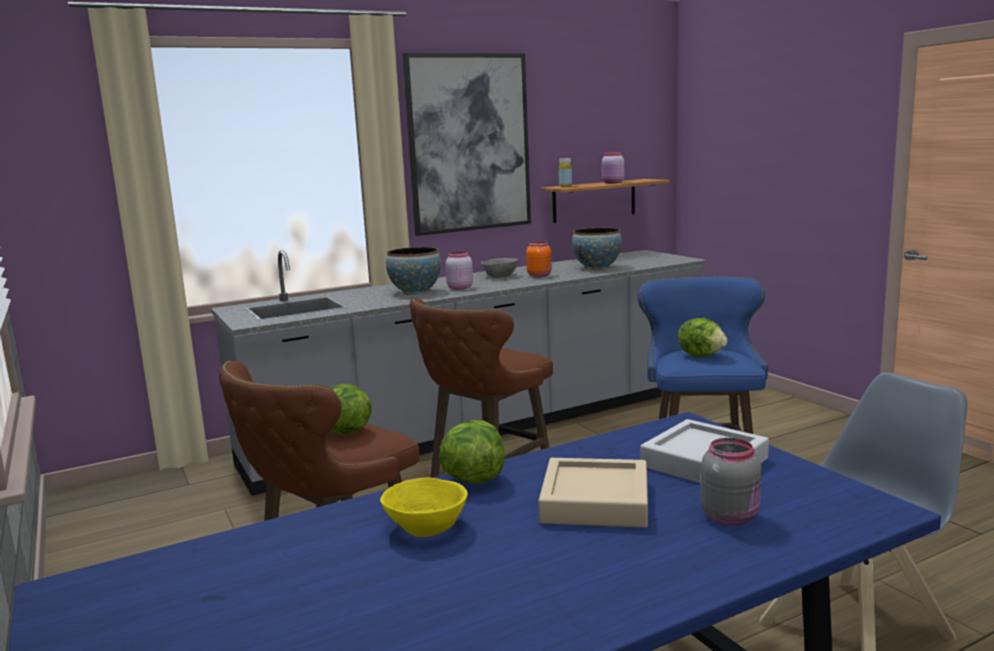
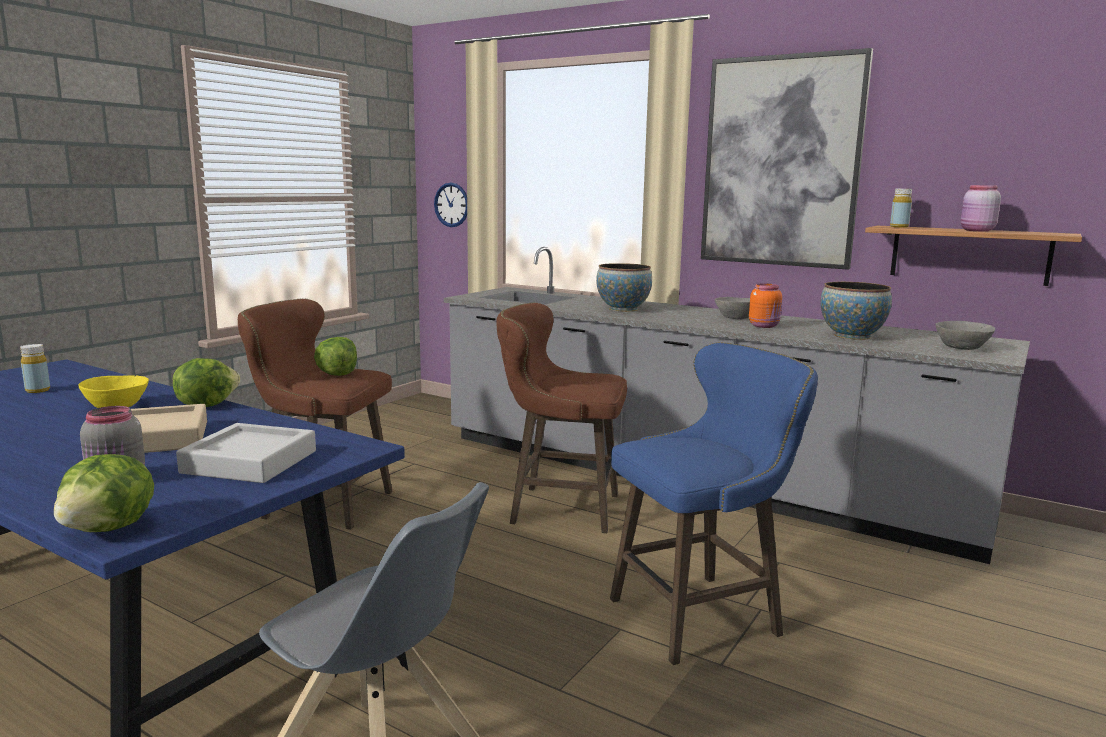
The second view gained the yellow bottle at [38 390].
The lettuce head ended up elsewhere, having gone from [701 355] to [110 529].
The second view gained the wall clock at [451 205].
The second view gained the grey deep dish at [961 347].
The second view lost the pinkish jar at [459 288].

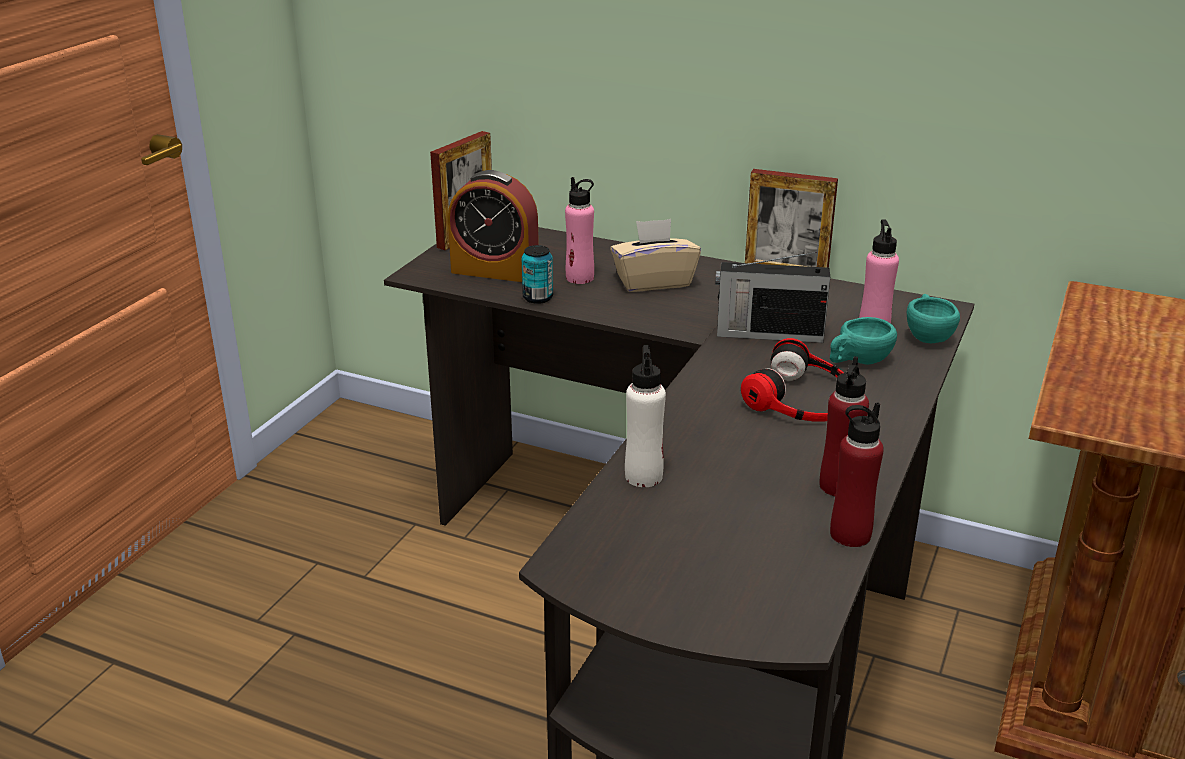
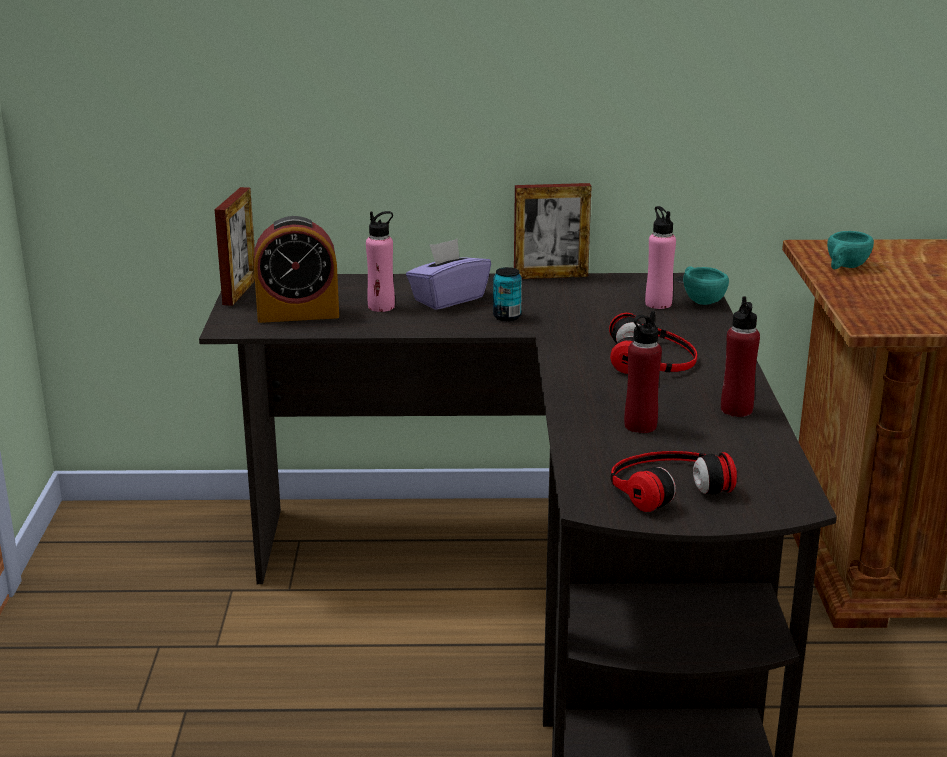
What was the beige-coloured box of tissues at [653 282] turned into the purple-coloured box of tissues at [448 299].
The can ended up elsewhere, having gone from [537 298] to [507 316].
The second view gained the headphones at [665 485].
The red-coloured bottle ended up elsewhere, having gone from [850 534] to [640 426].
The turquoise-coloured drinking cup ended up elsewhere, having gone from [858 361] to [844 267].
The second view lost the whitish bottle at [643 476].
The second view lost the radio at [767 334].

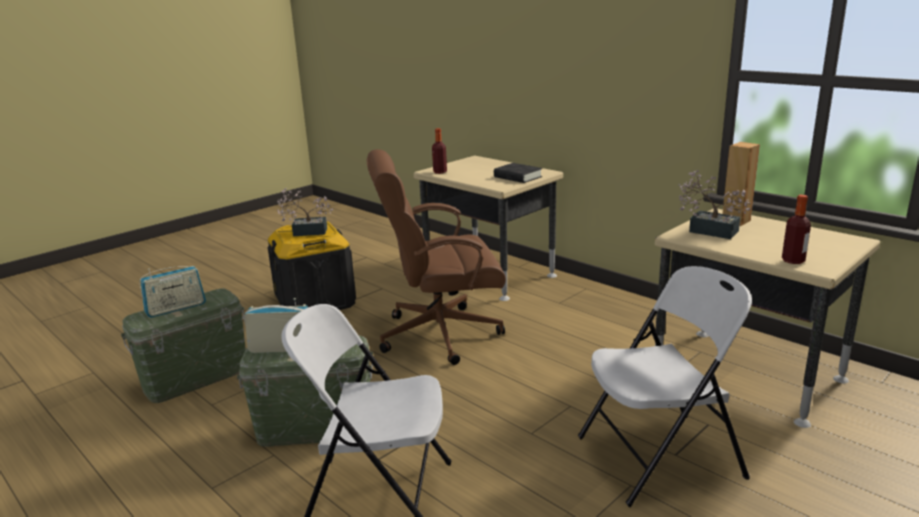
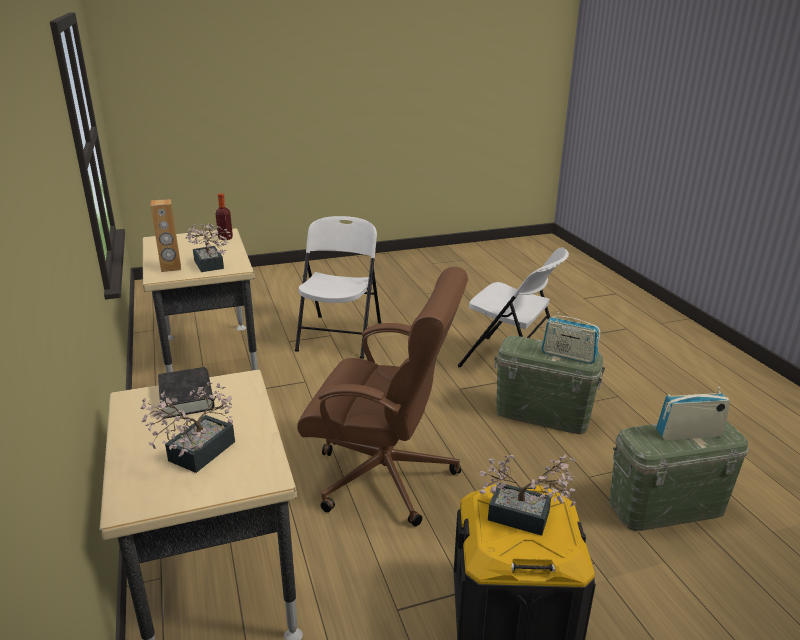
The second view gained the plant in a pot at [196 455].
The whitish plain chair at [659 457] ended up facing another way, 90 degrees clockwise from before.
The second view lost the bottle at [440 172].

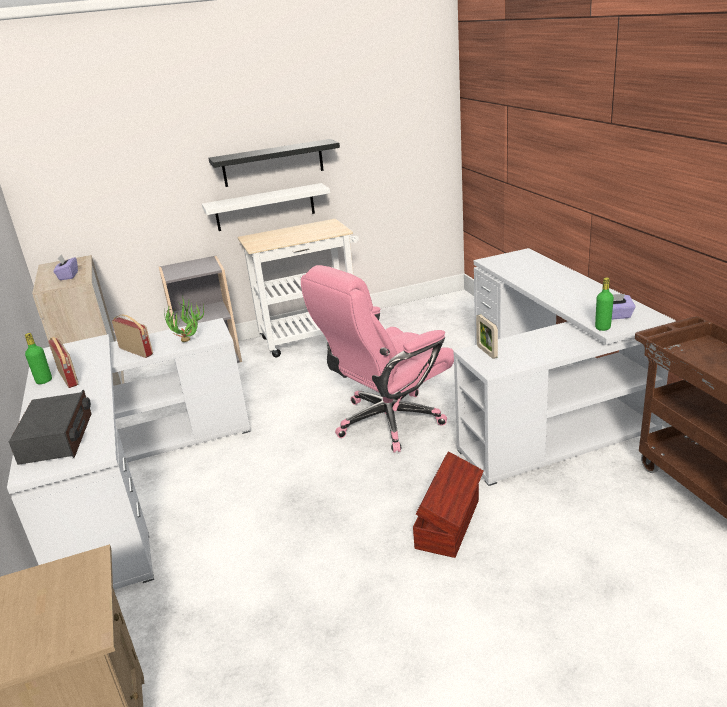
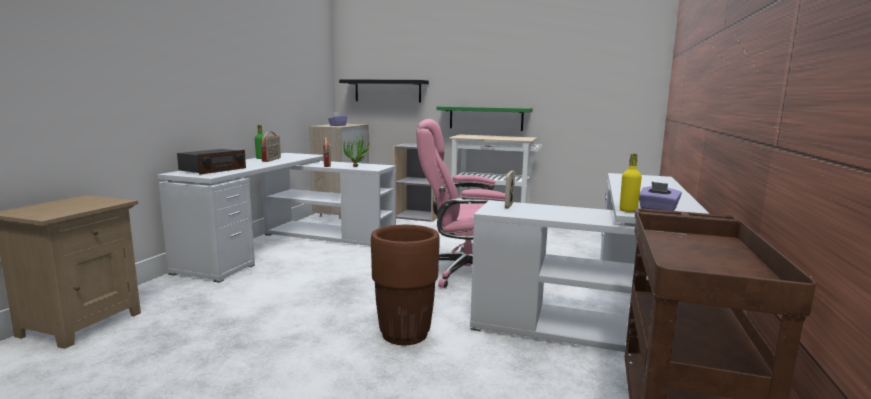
The black-coloured shelf ended up elsewhere, having gone from [273 163] to [387 91].
Where the brown storage bin stood at [449 523], the brown flower pot came to stand at [405 334].
What was the whitish shelf at [265 207] turned into the green-coloured shelf at [486 118].
What was the green-coloured bottle at [602 328] turned into the yellow bottle at [628 211].

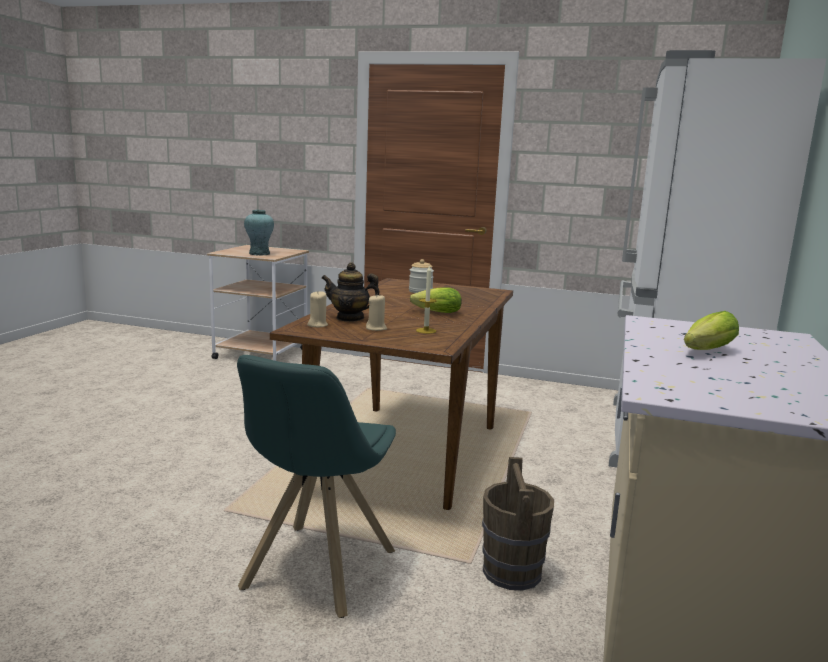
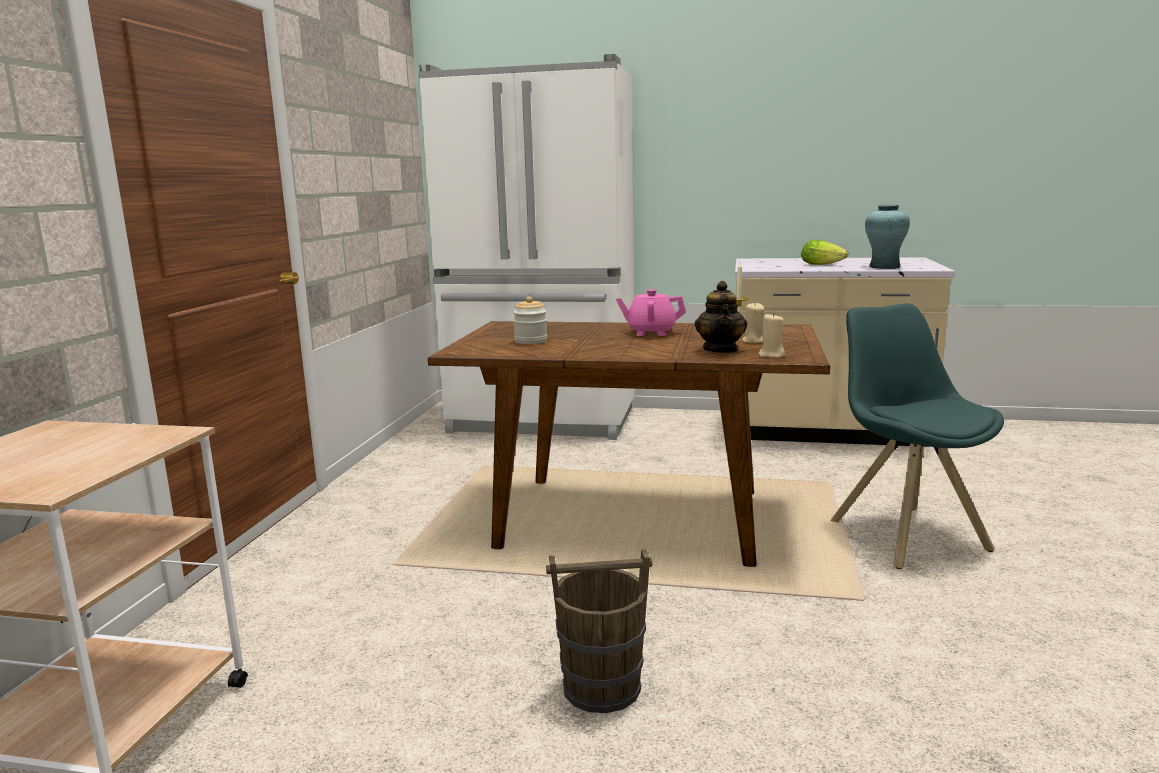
The brown bucket ended up elsewhere, having gone from [512 571] to [600 687].
Where the lettuce head stood at [434 312], the pinkish pot for tea came to stand at [650 333].
The turquoise-coloured plain chair at [317 569] ended up facing another way, 120 degrees counterclockwise from before.
The turquoise-coloured flower vase ended up elsewhere, having gone from [259 254] to [884 267].

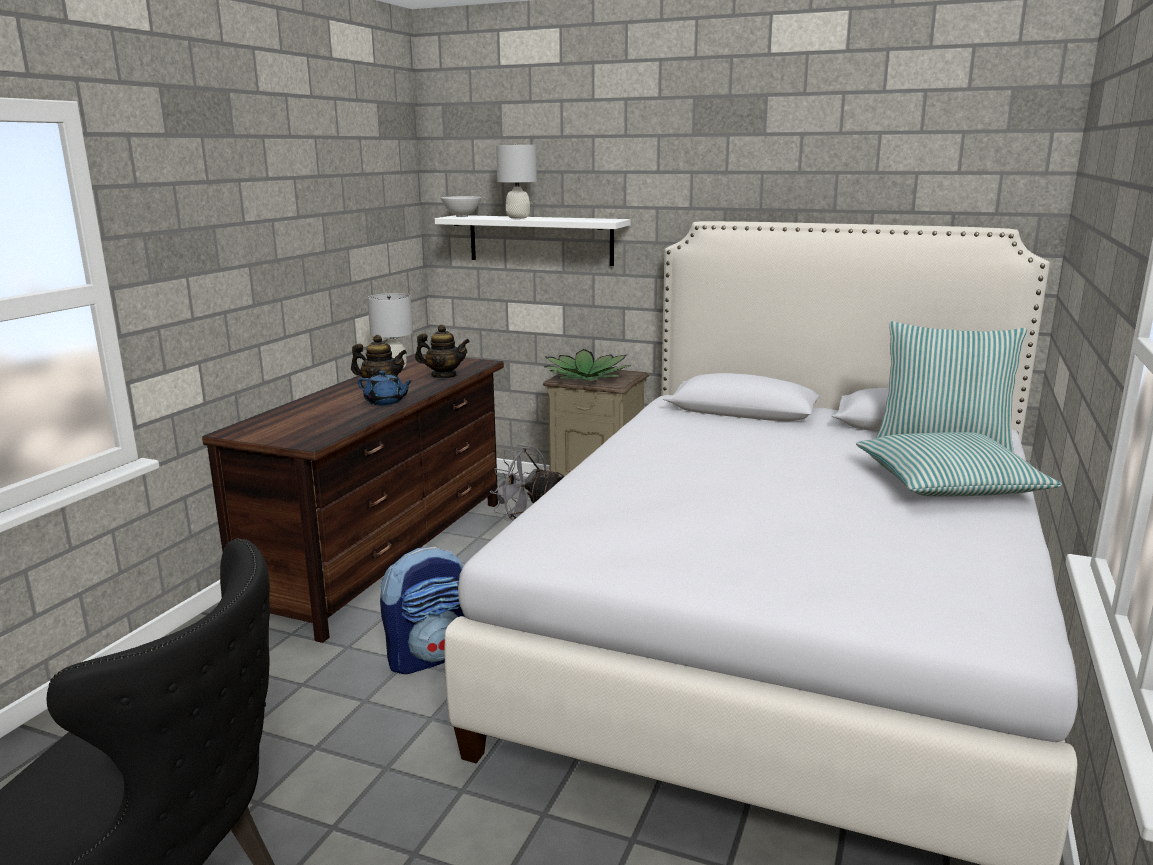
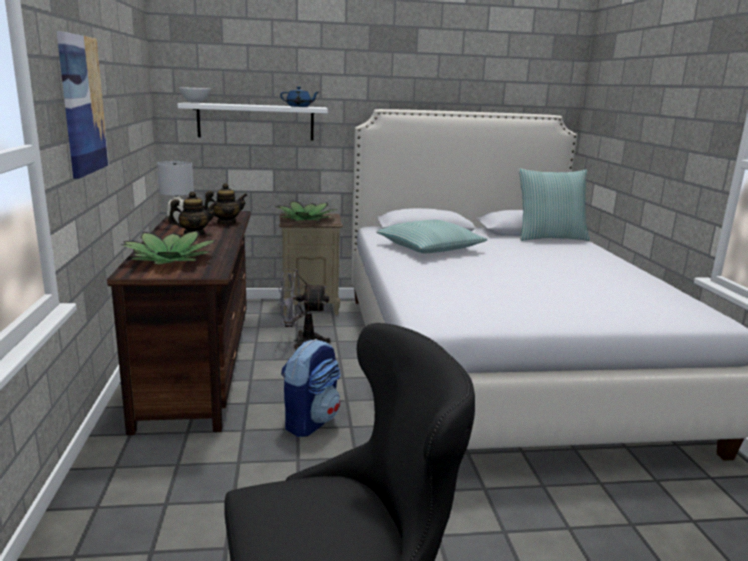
The second view gained the wall art at [82 105].
The second view gained the plant in a pot at [170 259].
The blue pot for tea ended up elsewhere, having gone from [386 402] to [299 106].
The throw pillow ended up elsewhere, having gone from [948 484] to [429 248].
The second view lost the grey tabletop lamp at [519 218].

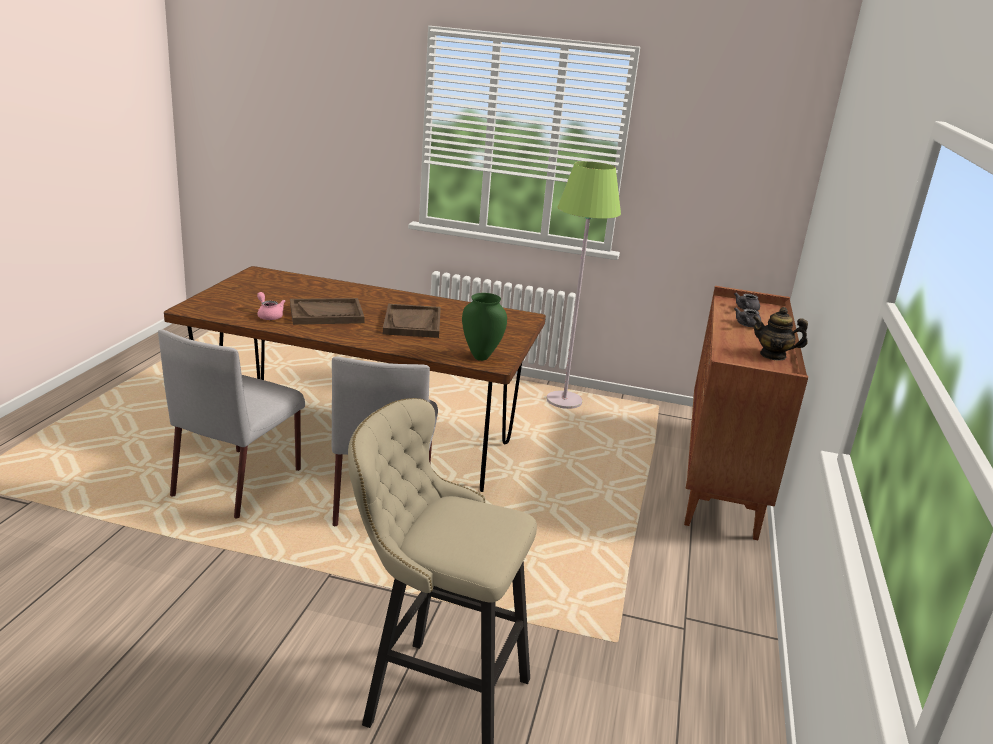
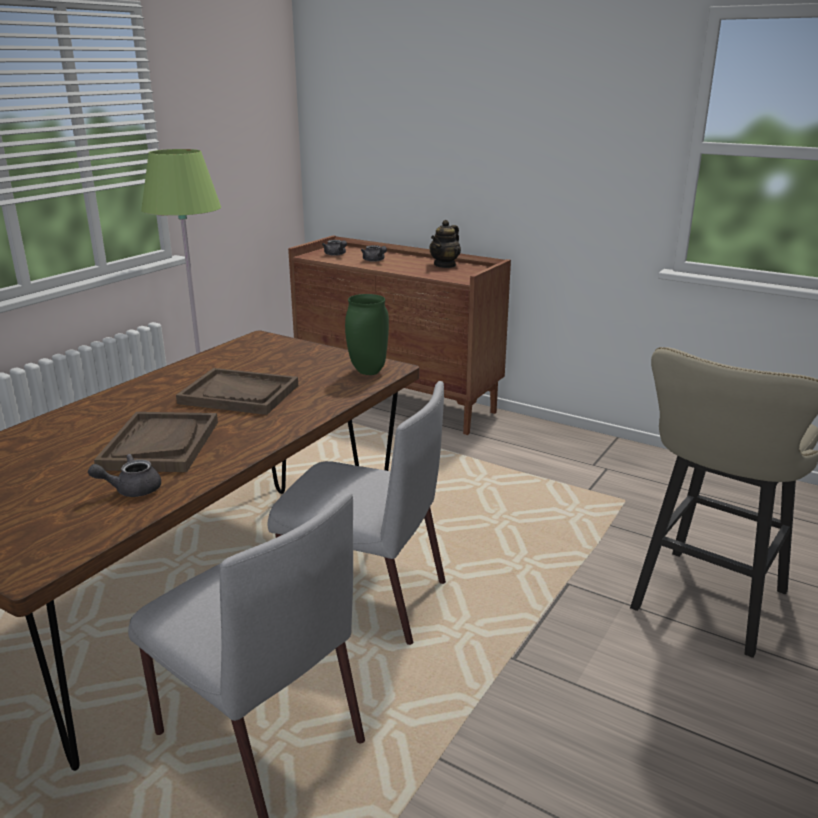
What was the pinkish pot for tea at [269 315] turned into the grey pot for tea at [131 489].

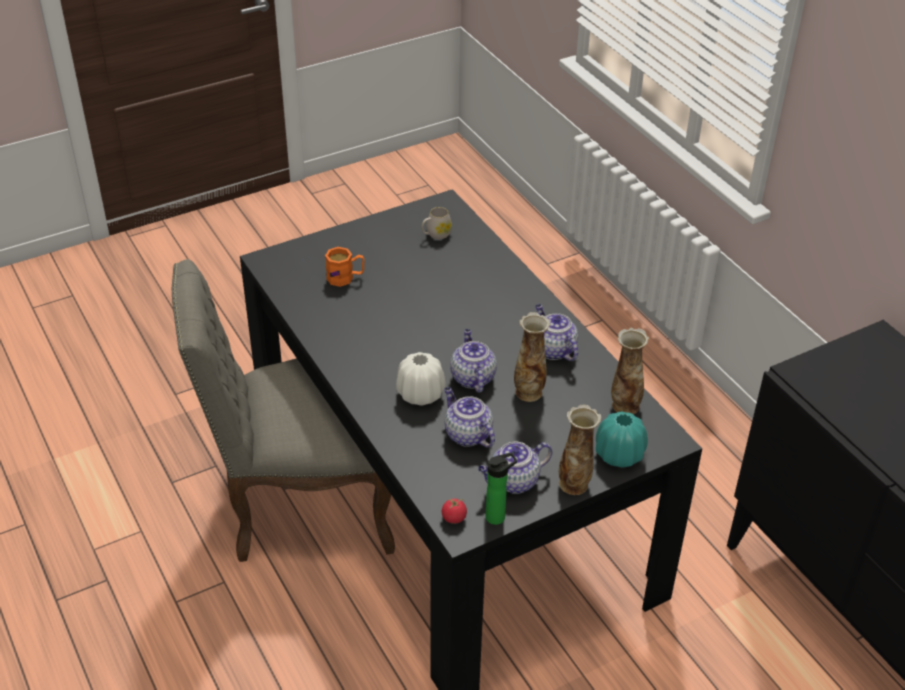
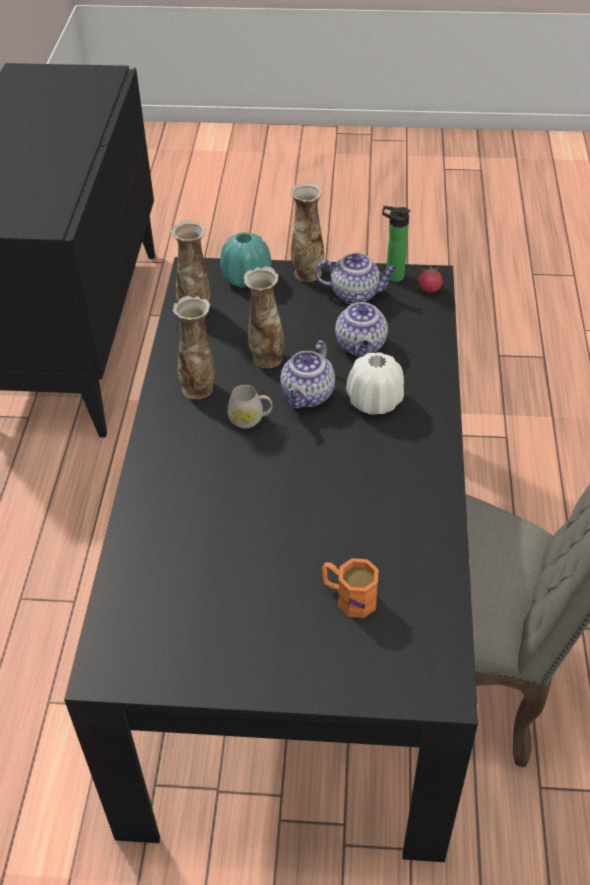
Where the pot for tea stood at [553 349], the flower vase came to stand at [198 388].
The whitish coffee mug ended up elsewhere, having gone from [436 234] to [250 419].

